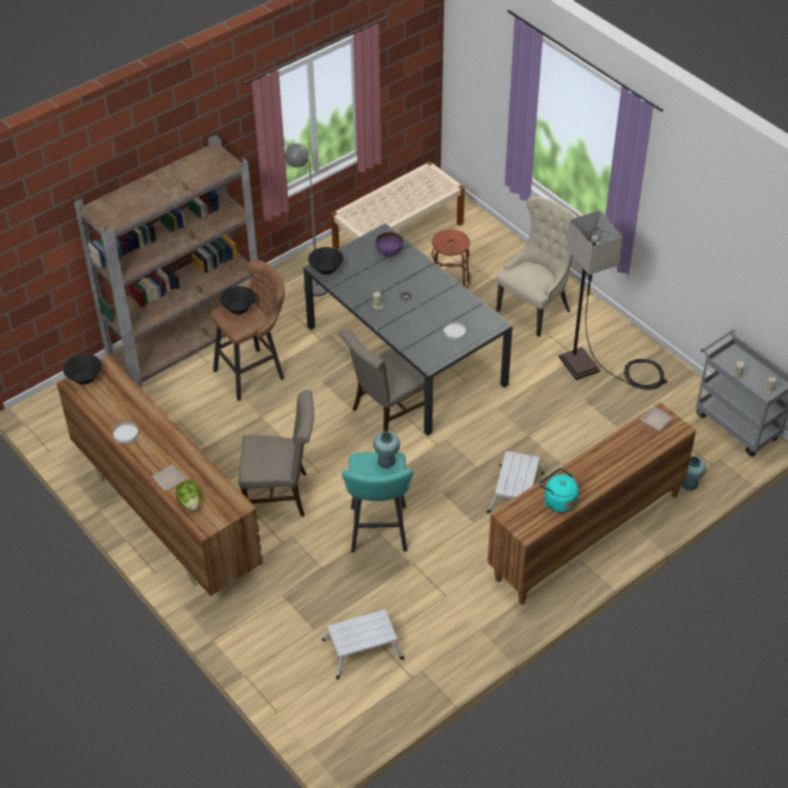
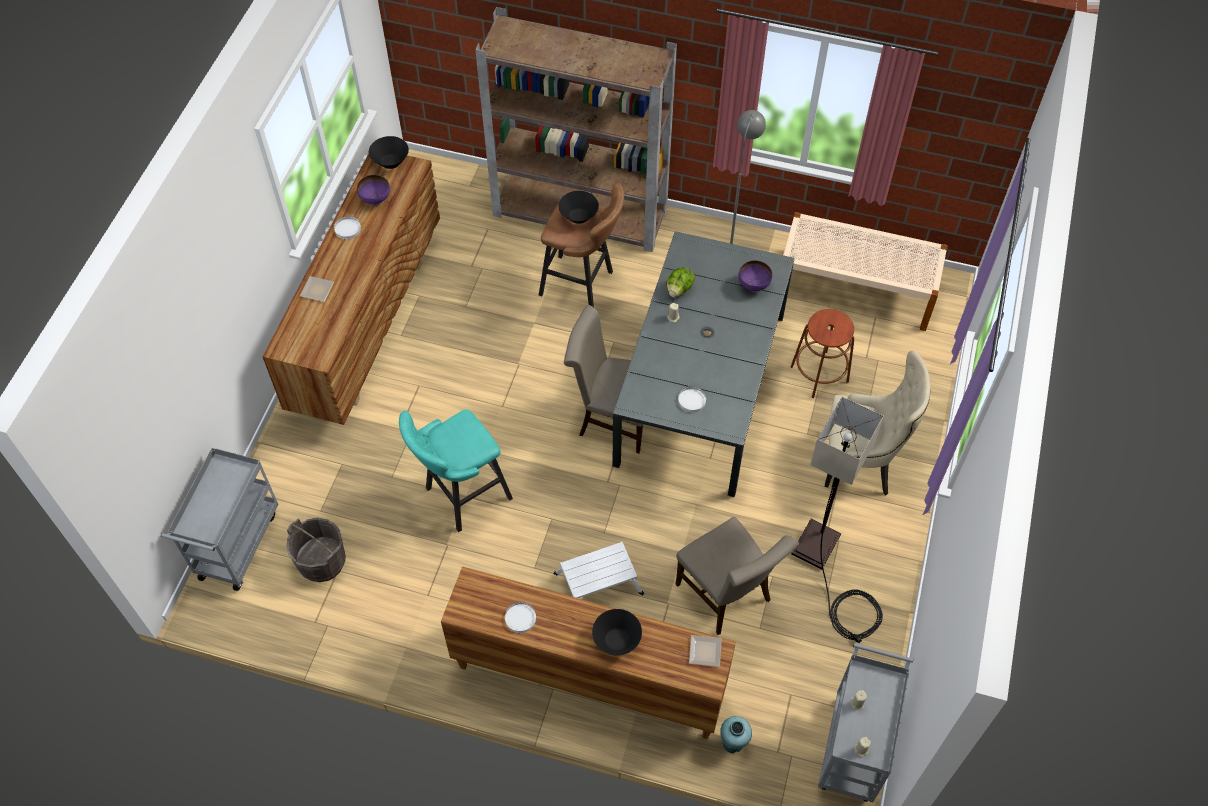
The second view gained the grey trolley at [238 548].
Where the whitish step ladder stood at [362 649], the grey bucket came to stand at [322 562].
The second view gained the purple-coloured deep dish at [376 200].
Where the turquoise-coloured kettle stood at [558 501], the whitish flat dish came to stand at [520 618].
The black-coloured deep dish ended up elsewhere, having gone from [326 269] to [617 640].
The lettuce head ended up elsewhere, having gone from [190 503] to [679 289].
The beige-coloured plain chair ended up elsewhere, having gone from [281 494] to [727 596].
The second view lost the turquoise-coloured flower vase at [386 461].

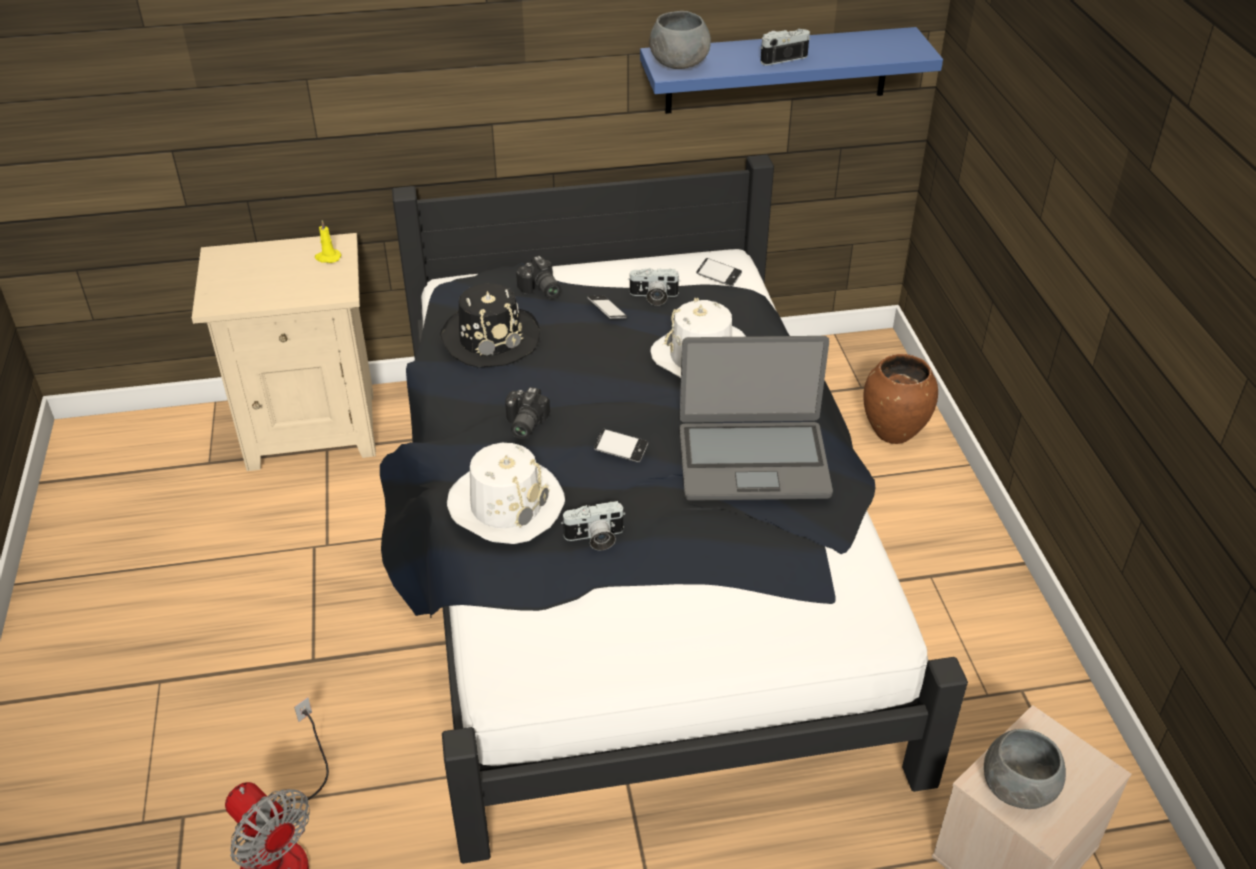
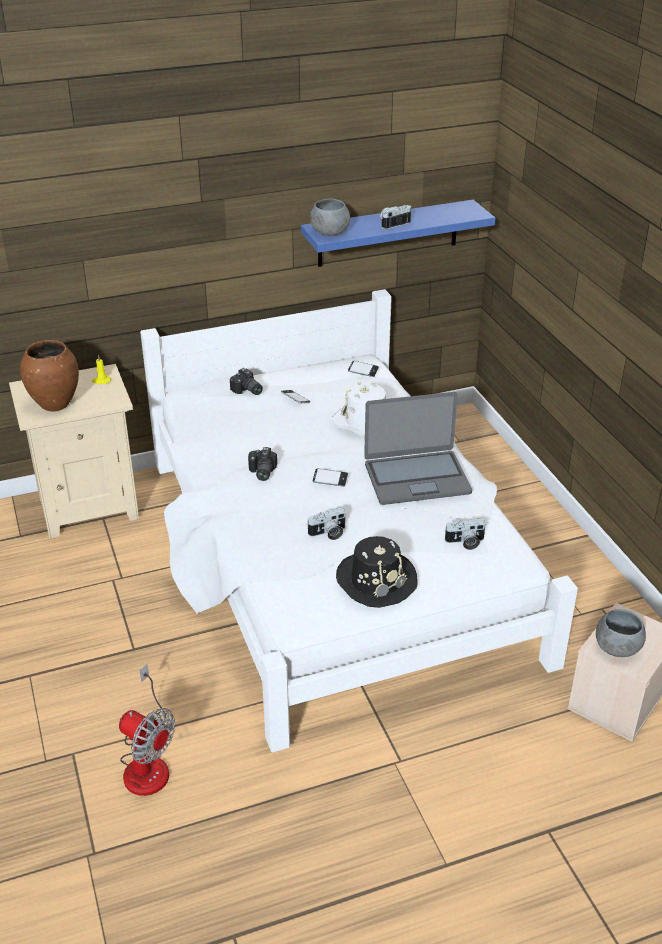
The brown flower vase ended up elsewhere, having gone from [892 433] to [54 404].
What was the black-coloured bedroom bed at [633 558] turned into the whitish bedroom bed at [334 562].
The black-coloured wearable hat ended up elsewhere, having gone from [490 338] to [376 580].
The photo camera ended up elsewhere, having gone from [653 297] to [465 542].
The second view lost the whitish wearable hat at [506 504].

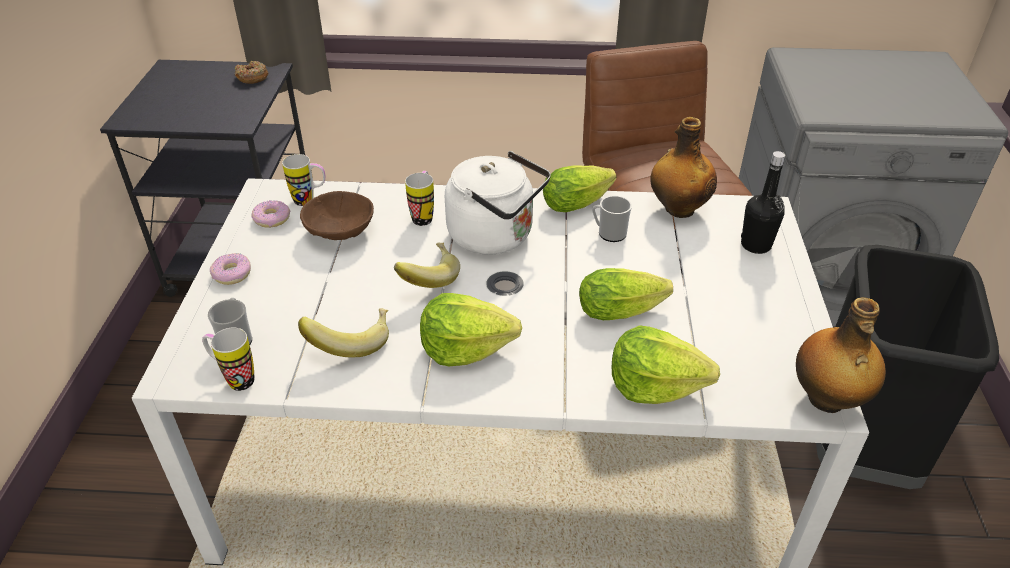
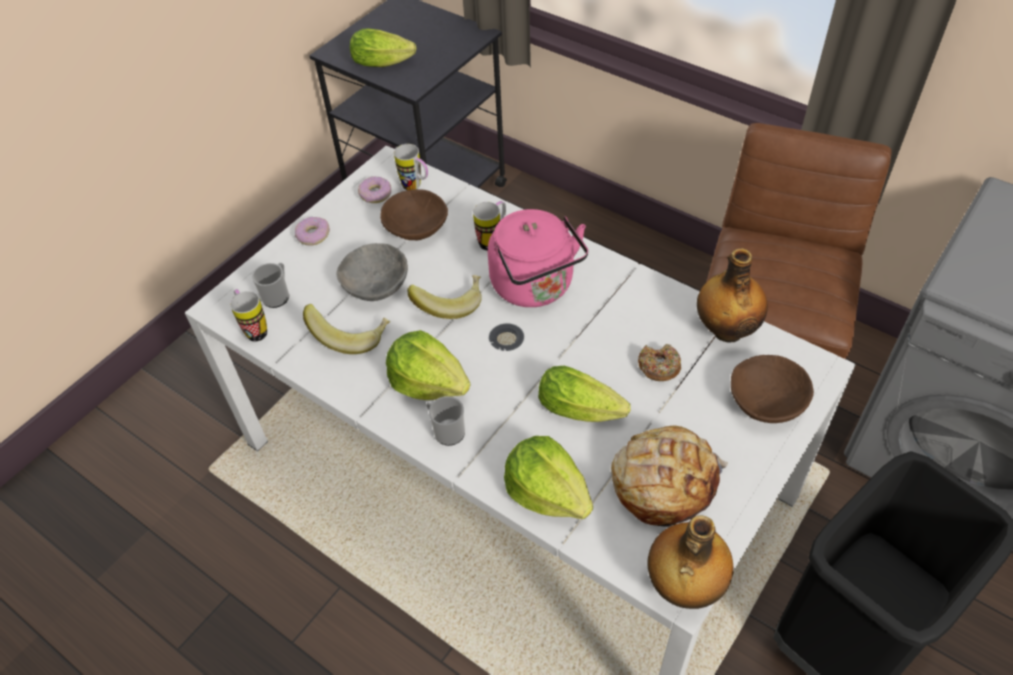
The second view gained the grey deep dish at [377 285].
The lettuce head ended up elsewhere, having gone from [580 201] to [385 62].
The coffee mug ended up elsewhere, having gone from [609 233] to [446 431].
What was the whitish kettle at [496 236] turned into the pinkish kettle at [535 287].
The second view gained the bakery bread at [663 482].
The doughnut ended up elsewhere, having gone from [252 77] to [658 367].
Where the black-coloured bottle stood at [756 245], the brown deep dish came to stand at [767 402].

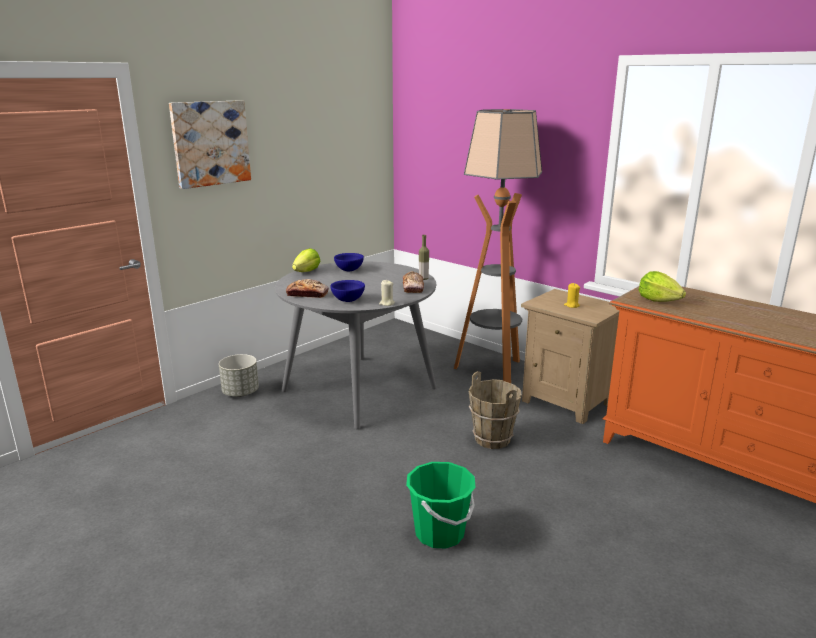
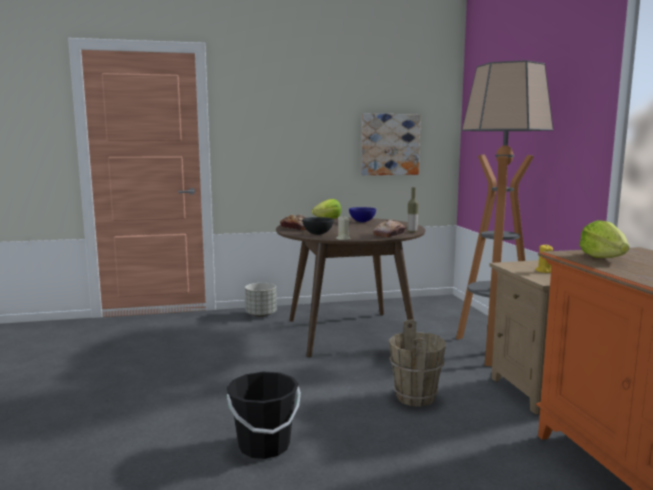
What was the green-coloured bucket at [439 533] turned into the black-coloured bucket at [264 446].
What was the grey dinner table at [359 390] turned into the brown dinner table at [349 333].
What was the blue deep dish at [348 300] turned into the black-coloured deep dish at [317 234].
The wall art ended up elsewhere, having gone from [210 143] to [389 144].

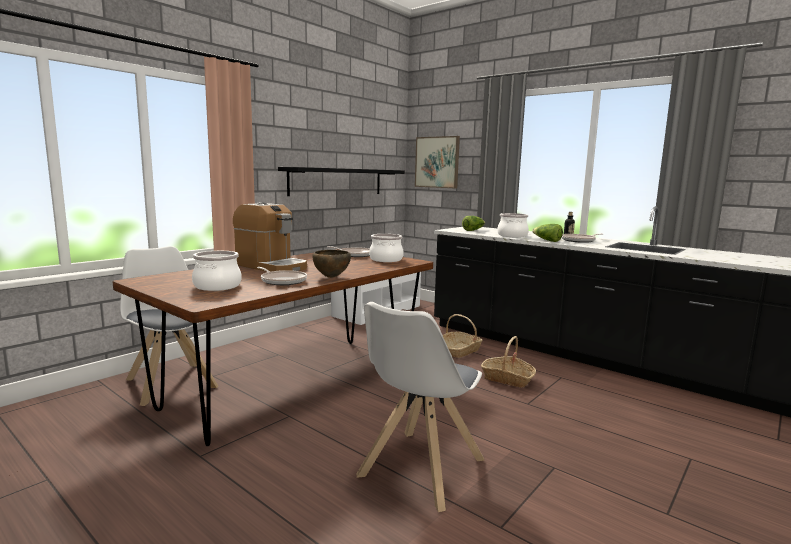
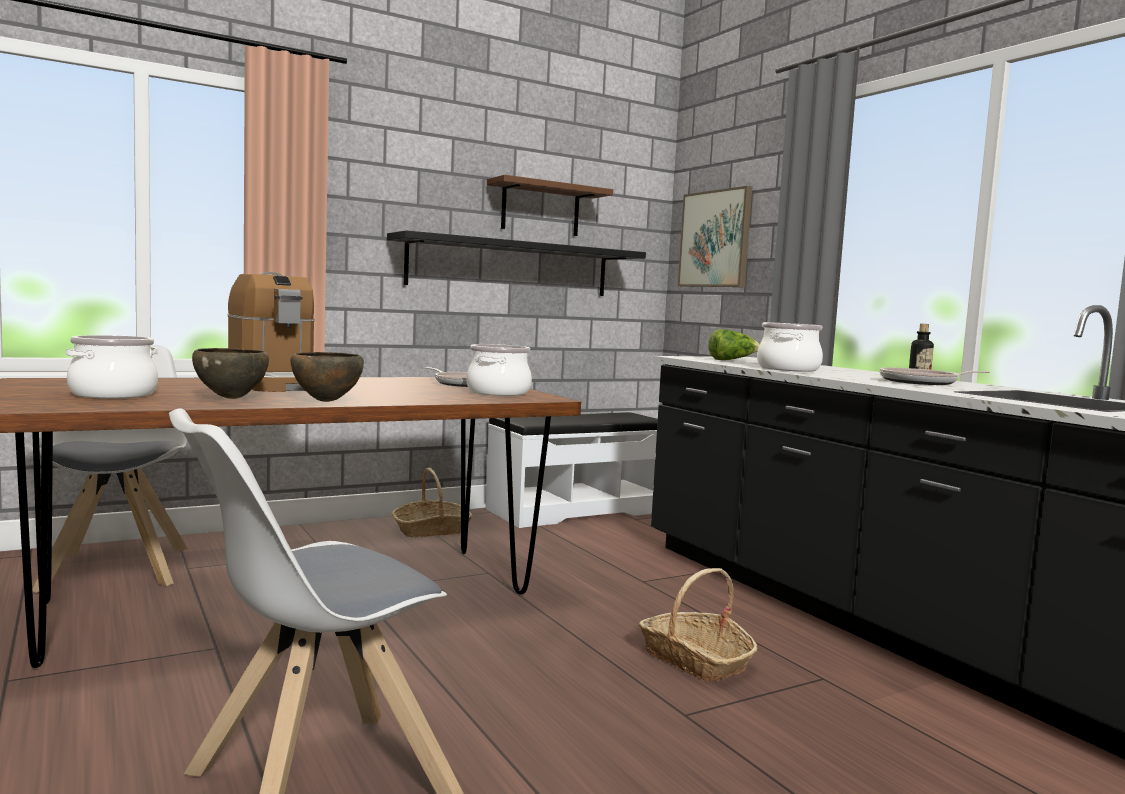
Where the frying pan stood at [282 281], the brown deep dish came to stand at [231 398].
The basket ended up elsewhere, having gone from [459 350] to [431 530].
The second view gained the brown shelf at [540 209].
The second view lost the lettuce head at [547 240].

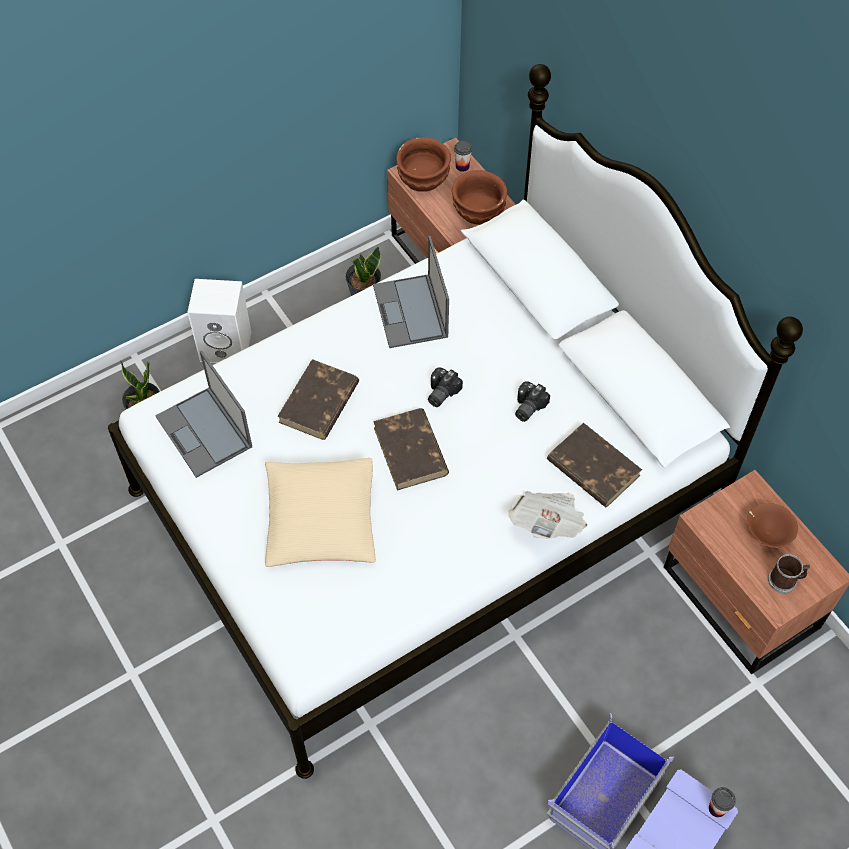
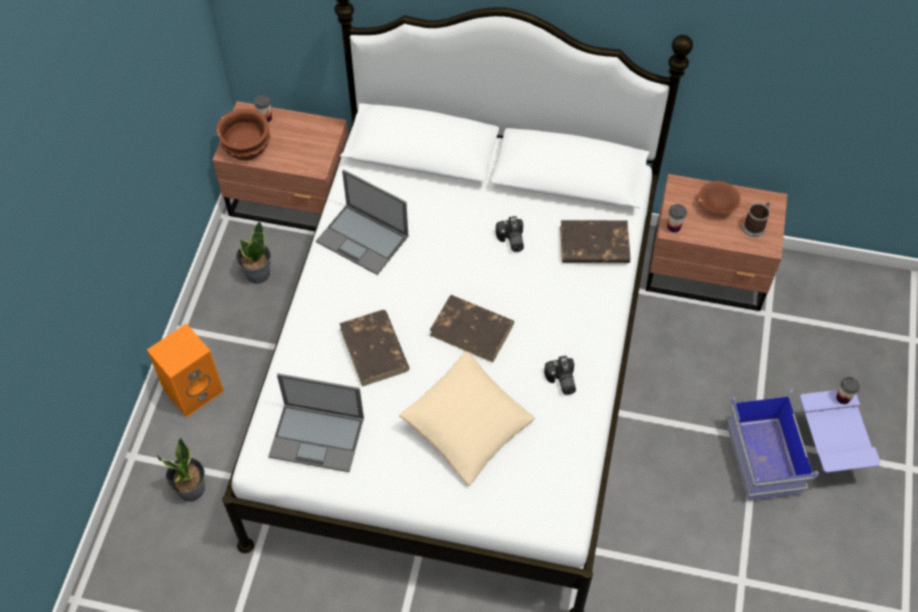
What was the whitish loudspeaker at [227 345] turned into the orangey loudspeaker at [194 389].
The photo camera ended up elsewhere, having gone from [440 393] to [561 381].
The second view gained the drinking cup at [674 227].
The second view lost the brown deep dish at [478 210].
The second view lost the newspaper at [548 523].

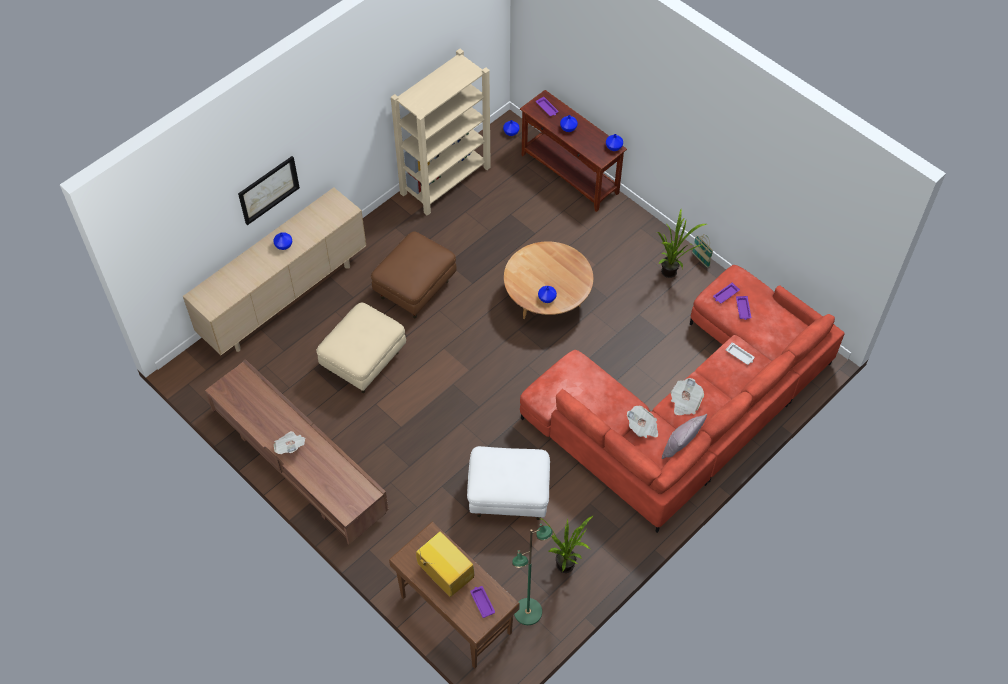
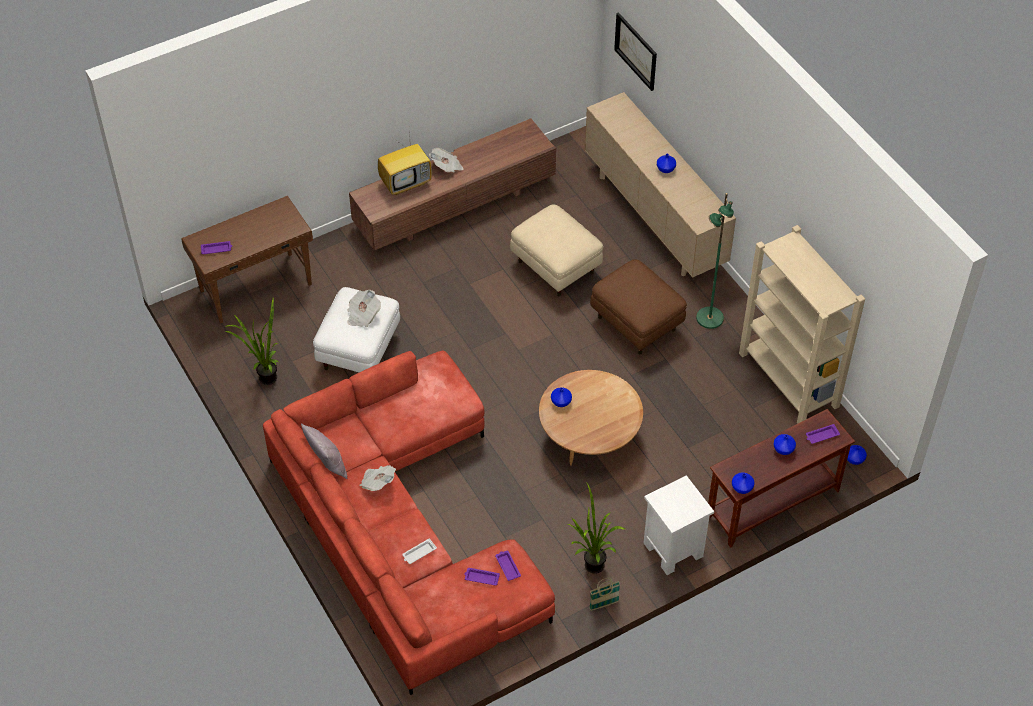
The newspaper ended up elsewhere, having gone from [642 427] to [363 315].
The TV set ended up elsewhere, having gone from [444 574] to [406 183].
The wall art ended up elsewhere, having gone from [268 189] to [636 51].
The second view gained the whitish bedside table at [672 549].
The green-coloured standard lamp ended up elsewhere, having gone from [528 612] to [709 318].

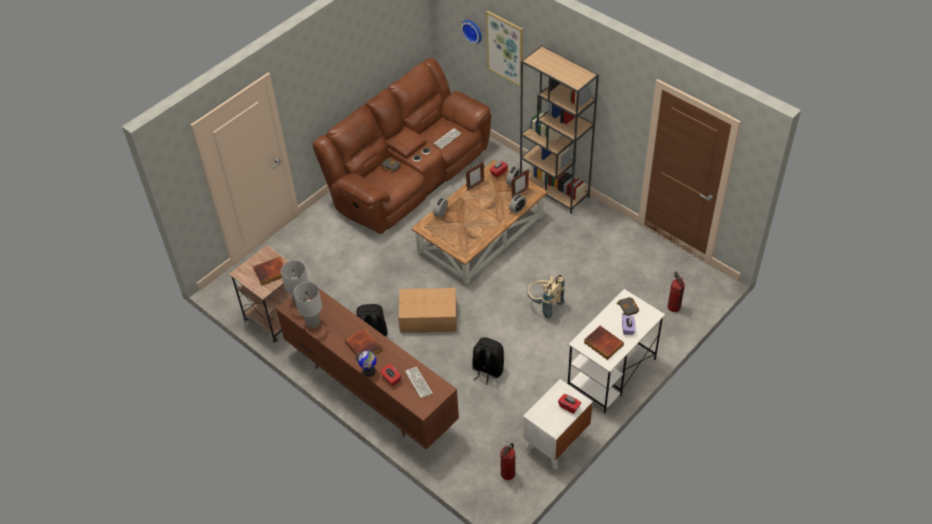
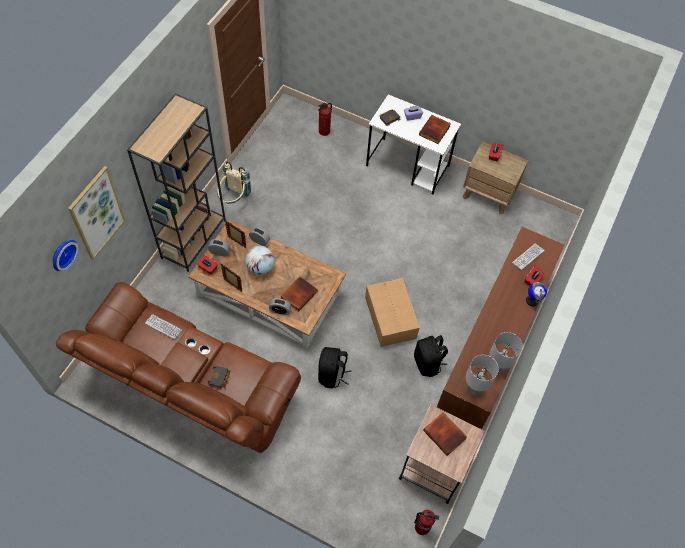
The beige-coloured backpack ended up elsewhere, having gone from [544 305] to [233 199].
The second view gained the world globe at [260 267].
The volume ended up elsewhere, having gone from [364 346] to [298 294].
The black-coloured backpack ended up elsewhere, having gone from [487 370] to [332 375].
The fire extinguisher ended up elsewhere, having gone from [508 474] to [422 527].
What was the whitish bedside table at [556 442] turned into the brown bedside table at [488 194].

